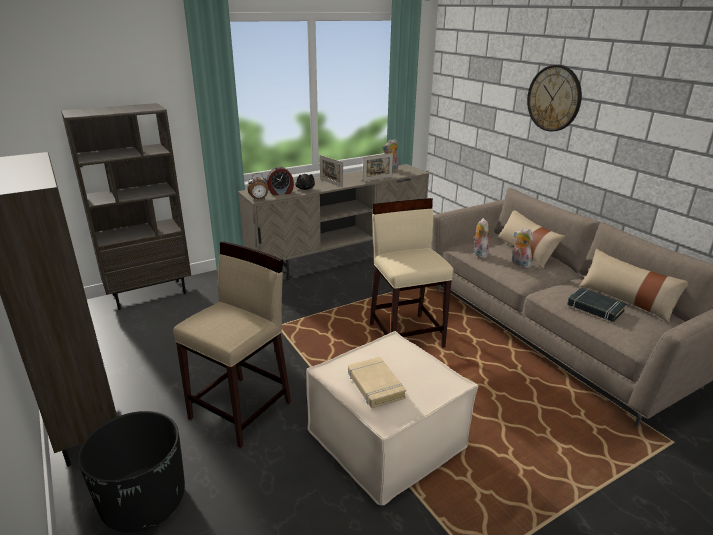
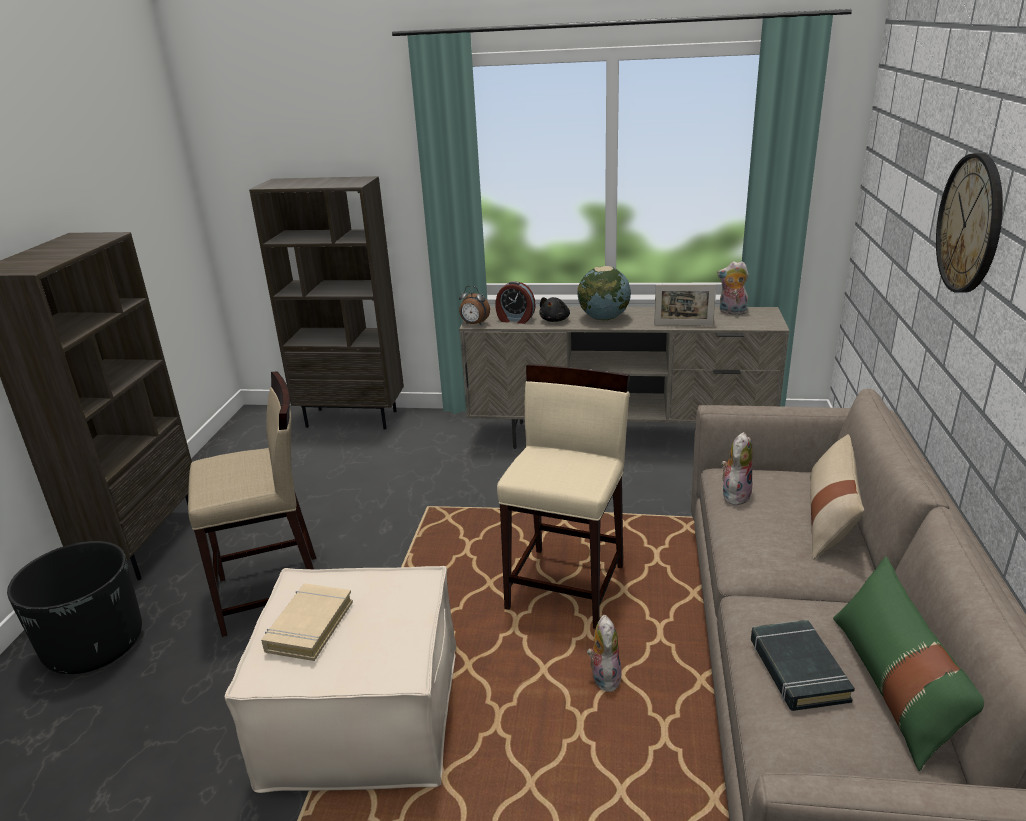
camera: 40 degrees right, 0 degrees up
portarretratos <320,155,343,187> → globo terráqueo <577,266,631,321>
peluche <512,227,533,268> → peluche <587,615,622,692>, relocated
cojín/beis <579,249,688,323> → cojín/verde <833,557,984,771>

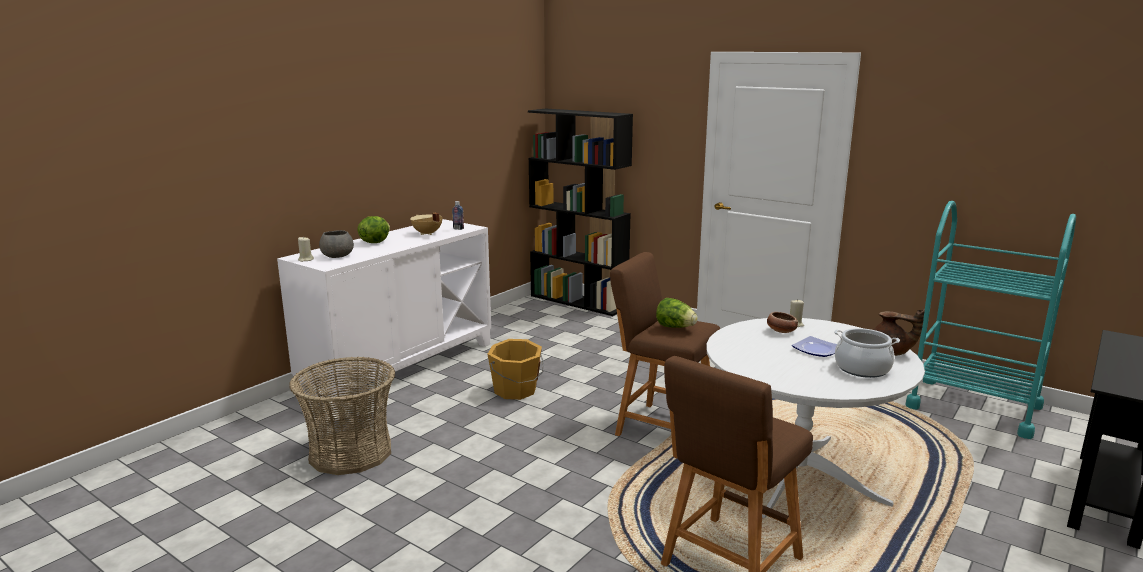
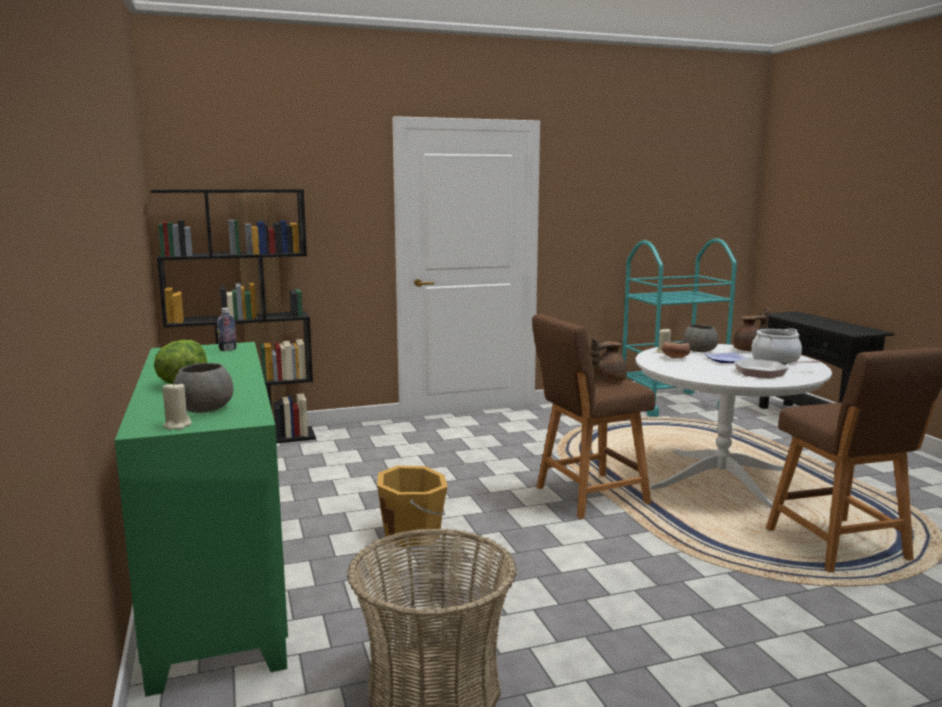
camera: 55 degrees left, 5 degrees down
armario/blanco <277,219,491,409> → armario/verde <115,342,288,697>
olla/beis <410,213,442,235> → -
lechuga <656,298,698,328> → tetera/marrón <591,338,627,382>
- → cuenco/gris <683,324,719,352>
- → sartén <734,359,820,378>

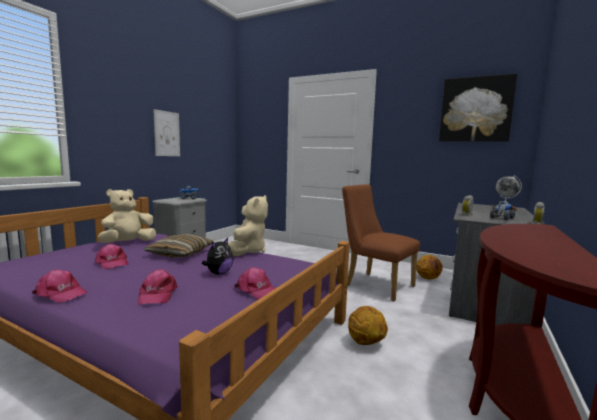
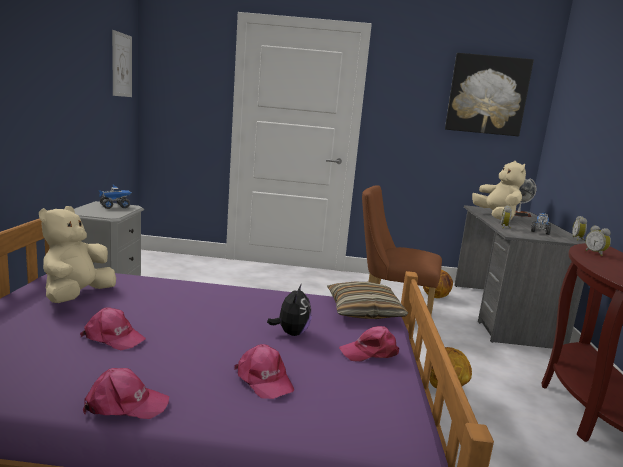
camera: 25 degrees left, 5 degrees up
cojín <143,234,213,257> → cojín <327,281,408,319>, relocated
cuadro <153,109,180,156> → cuadro <112,30,132,97>, relocated
peluche/beis <228,195,268,256> → peluche/beis <472,161,526,220>, relocated
gorra/rosa <235,267,275,299> → gorra/rosa <339,326,399,362>, 150 degrees clockwise
- → despertador <585,225,611,256>

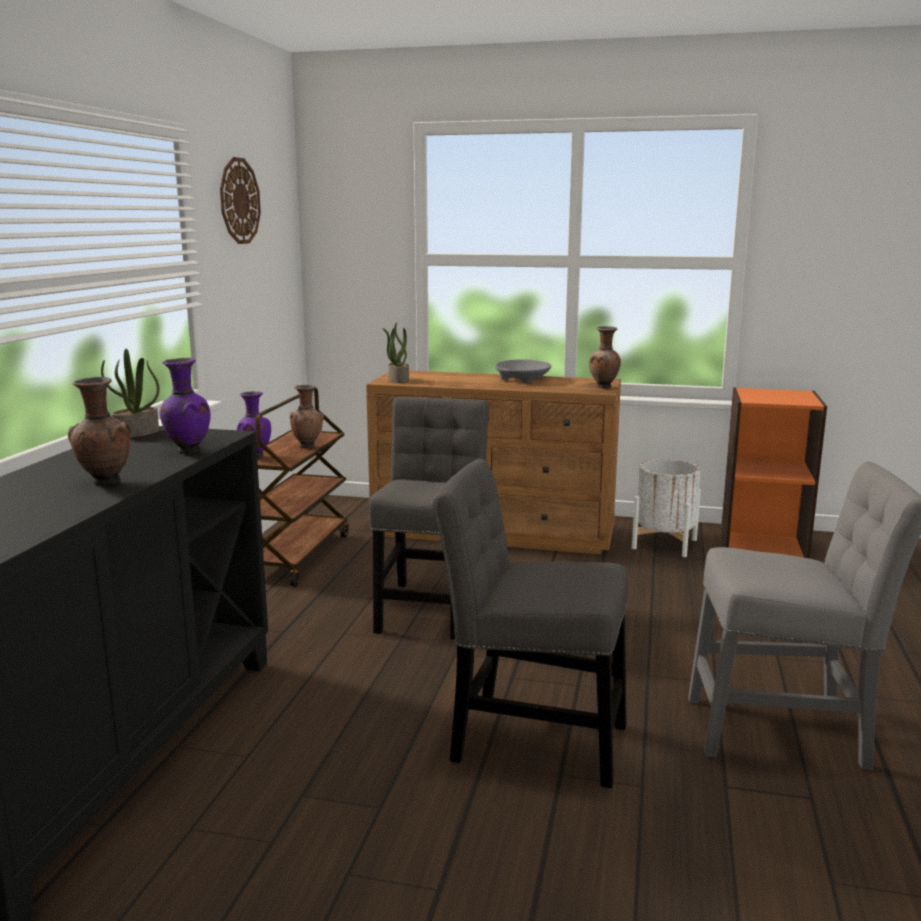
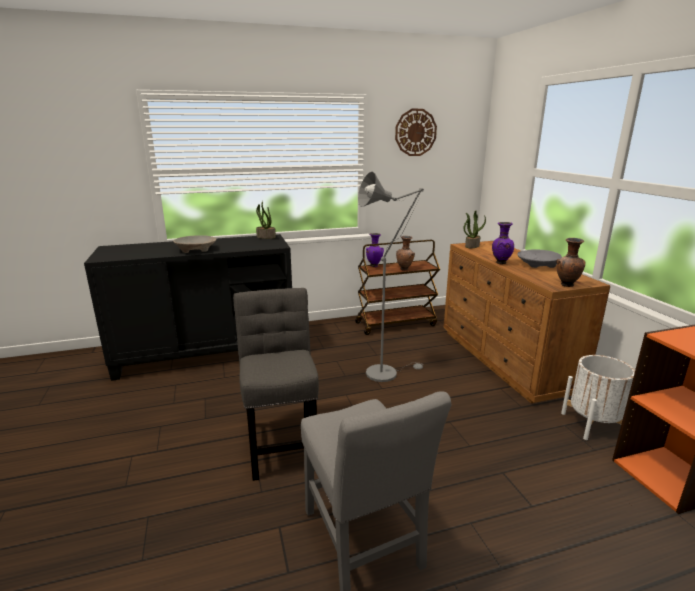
camera: 60 degrees right, 5 degrees up
florero/marrón <68,377,131,485> → cuenco/beis <173,235,216,253>
florero/morado <160,358,210,454> → florero/morado <492,222,514,264>, relocated
silla/gris <369,397,489,640> → lámpara de pie/gris <358,172,424,382>

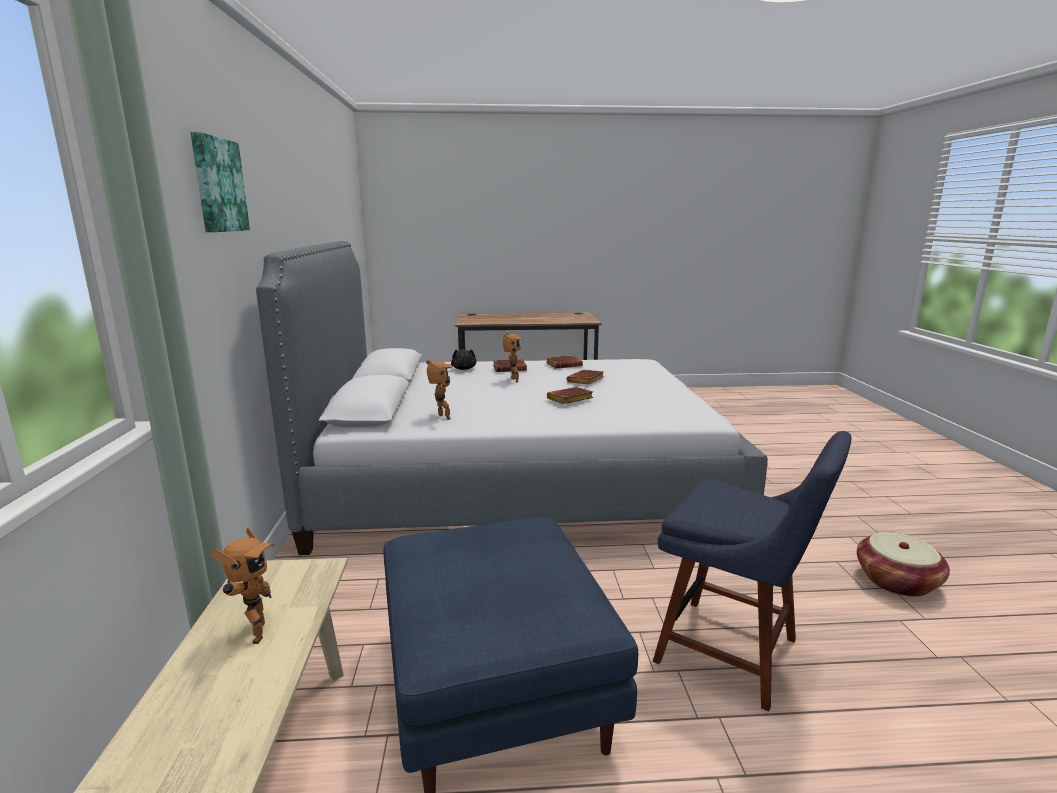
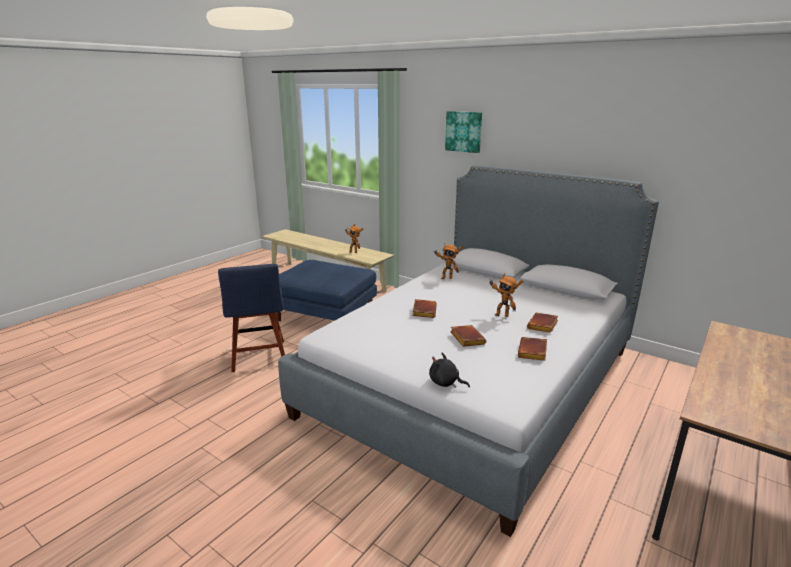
camera: 130 degrees right, 5 degrees up
peluche/negro <451,349,477,370> → peluche/negro <429,353,470,388>, relocated
silla/azul <653,431,851,712> → silla/azul <218,264,285,372>, 90 degrees counterclockwise
cesta <857,532,950,597> → -

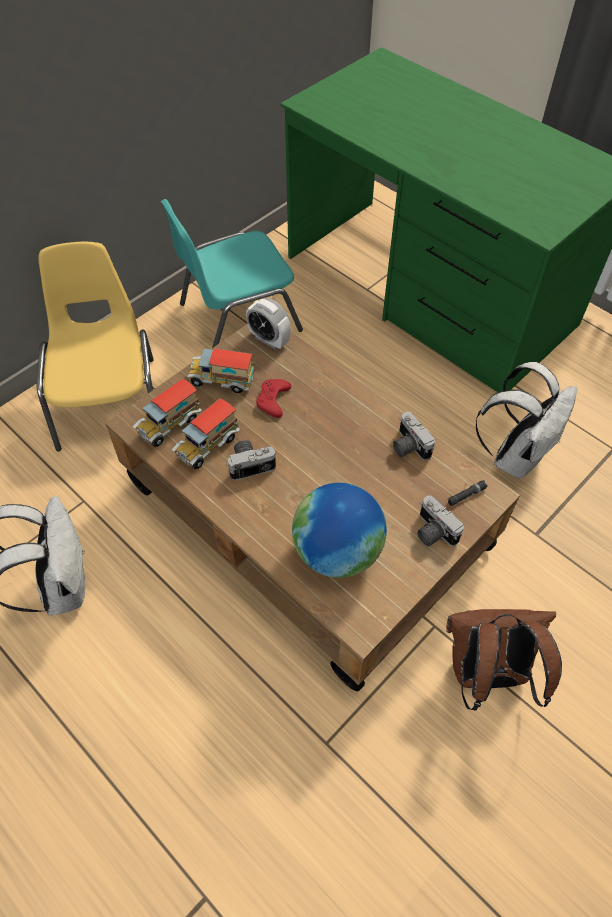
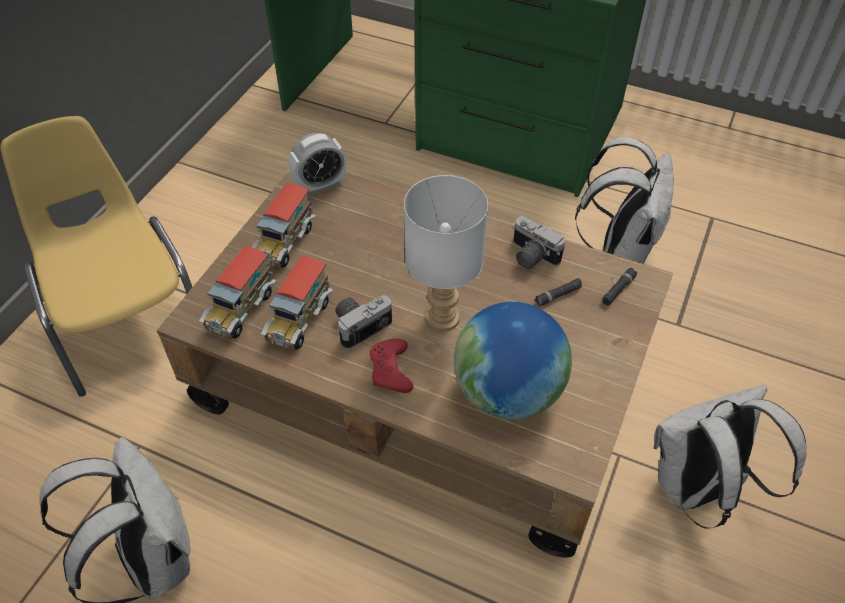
camera: 20 degrees left, 5 degrees down
silla/turquesa <161,199,303,348> → -
camión de juguete <188,348,254,393> → camión de juguete <252,183,316,268>, 60 degrees counterclockwise
despertador <246,298,291,350> → despertador <288,133,347,196>, 45 degrees counterclockwise
mando de consola/rojo <256,379,291,418> → mando de consola/rojo <370,339,413,393>, relocated
cámara <417,496,464,546> → -
mochila/marrón <446,609,562,711> → mochila/blanco <653,385,806,529>
- → lámpara de mesa/blanco <404,175,488,332>
- → linterna/negro <535,278,583,306>

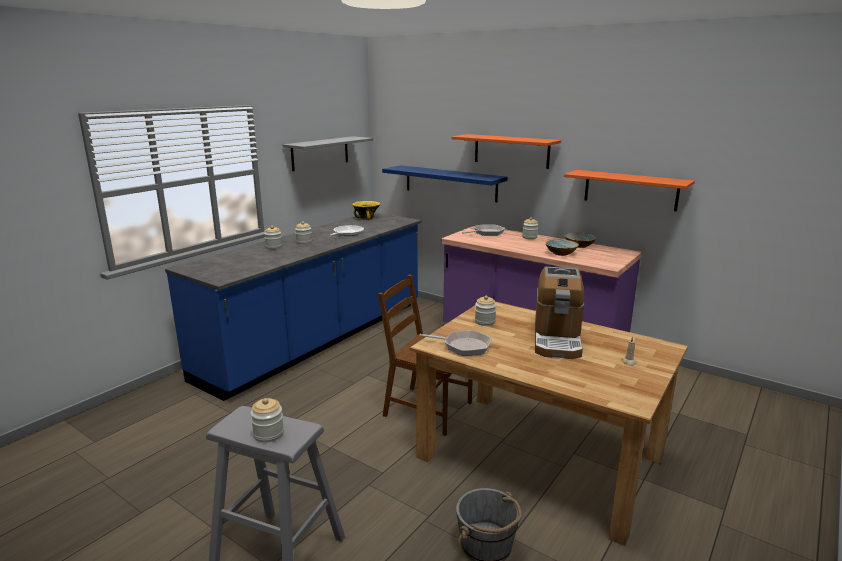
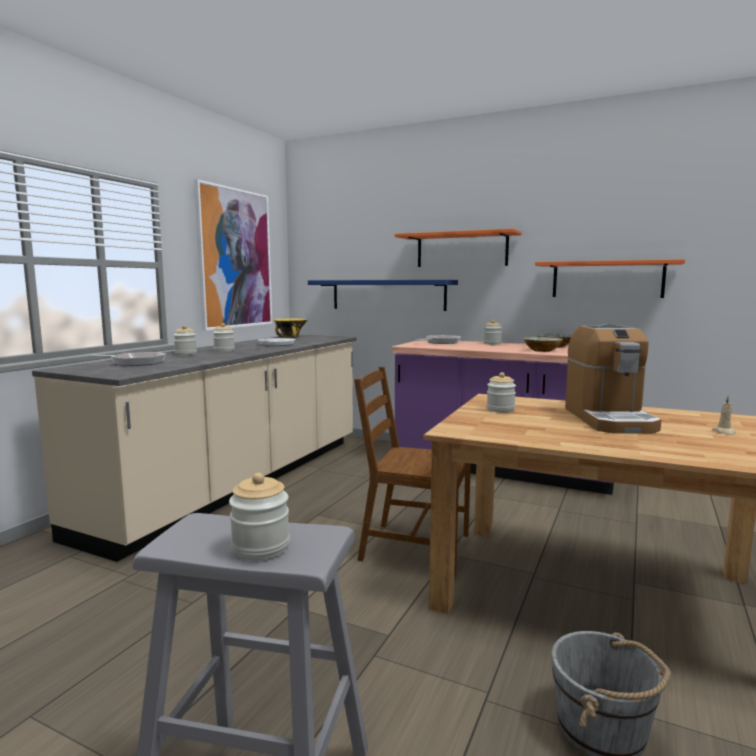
camera: 10 degrees left, 10 degrees down
mueble bajo de cocina/azul <165,212,421,401> → mueble bajo de cocina/beis <32,335,357,562>
estante/gris <283,136,373,171> → cuadro <194,179,272,331>
sartén <419,330,492,356> → sartén <89,352,166,366>, relocated

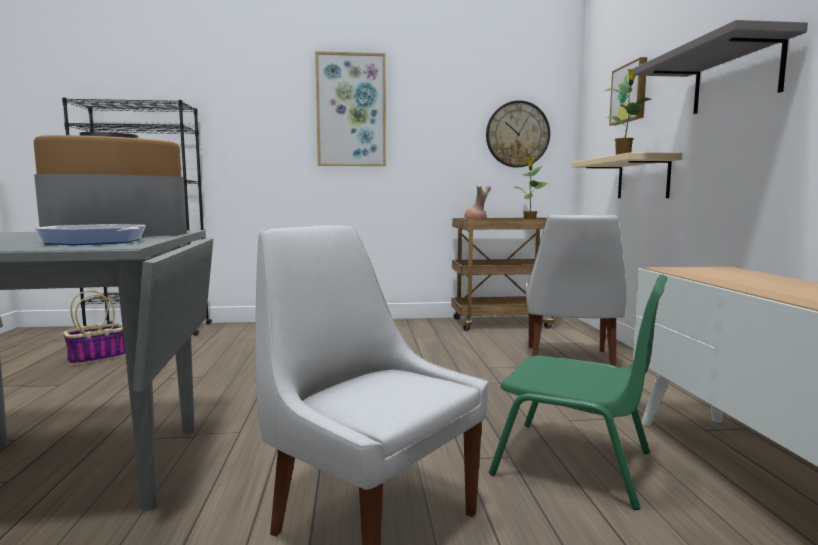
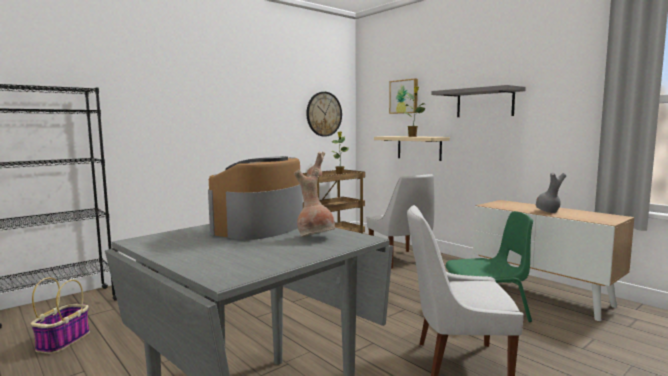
camera: 35 degrees left, 0 degrees up
sartén <35,224,146,245> → florero/marrón <294,168,335,237>
cuadro <315,51,386,166> → -
- → florero/gris <536,173,566,213>

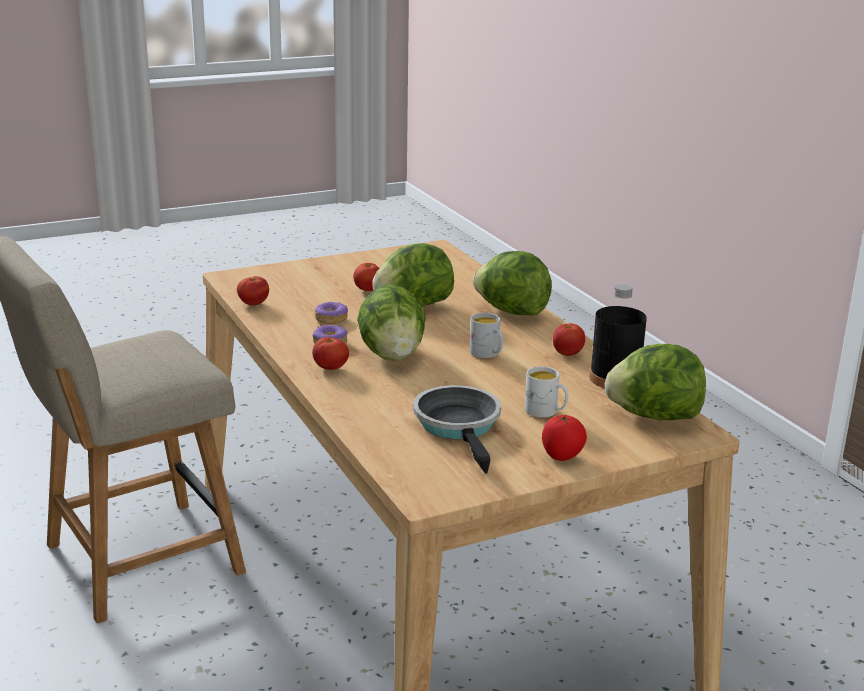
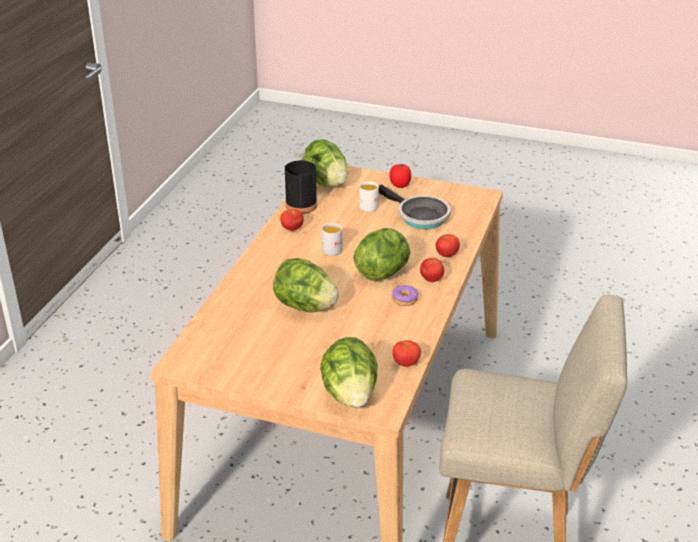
camera: 135 degrees left, 10 degrees up
rosquilla <315,302,348,324> → -
tomate <353,263,379,291> → tomate <436,234,460,257>, relocated
sartén <413,385,501,474> → sartén <379,185,450,229>, 75 degrees counterclockwise
lechuga <473,251,552,316> → lechuga <320,337,378,408>, relocated

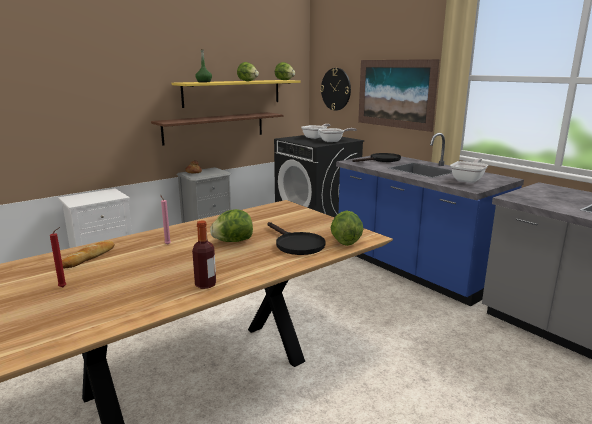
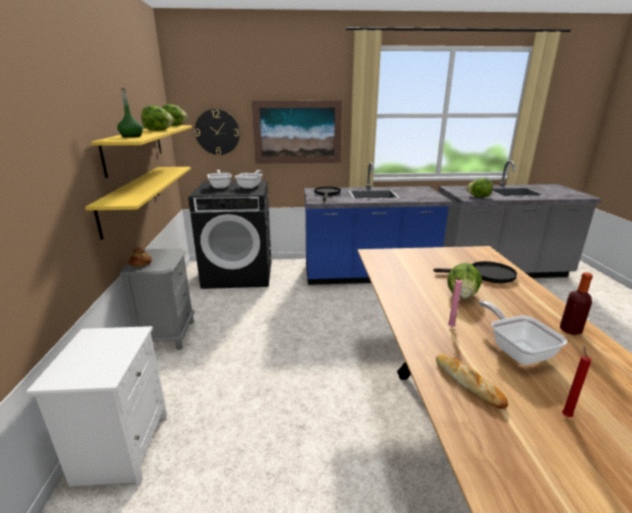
camera: 55 degrees left, 5 degrees up
estante/marrón <151,112,283,146> → estante/amarillo <85,167,191,240>
lechuga <330,210,363,246> → lechuga <466,178,493,197>, relocated
sartén <450,158,488,183> → sartén <479,301,567,365>, relocated

